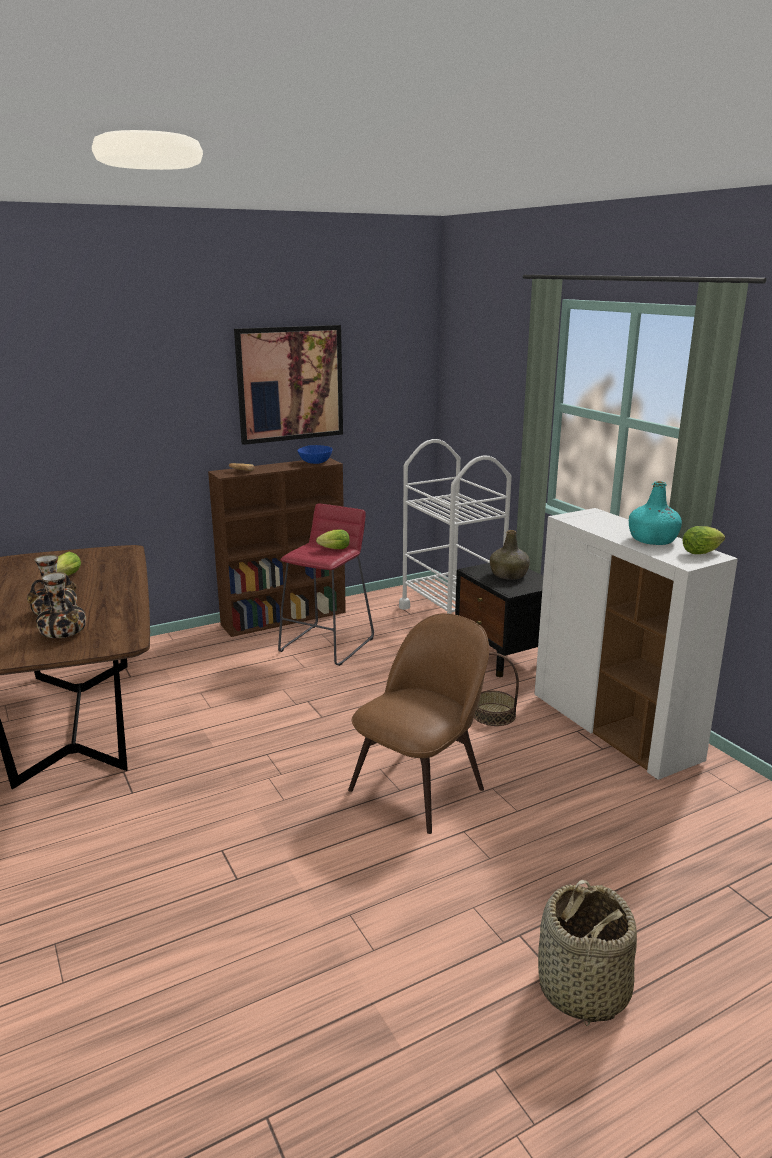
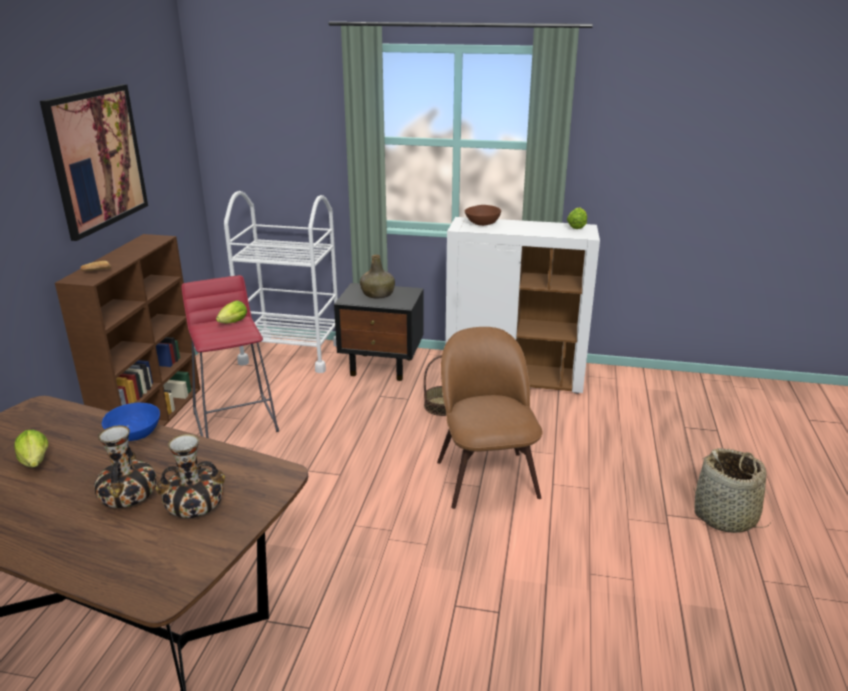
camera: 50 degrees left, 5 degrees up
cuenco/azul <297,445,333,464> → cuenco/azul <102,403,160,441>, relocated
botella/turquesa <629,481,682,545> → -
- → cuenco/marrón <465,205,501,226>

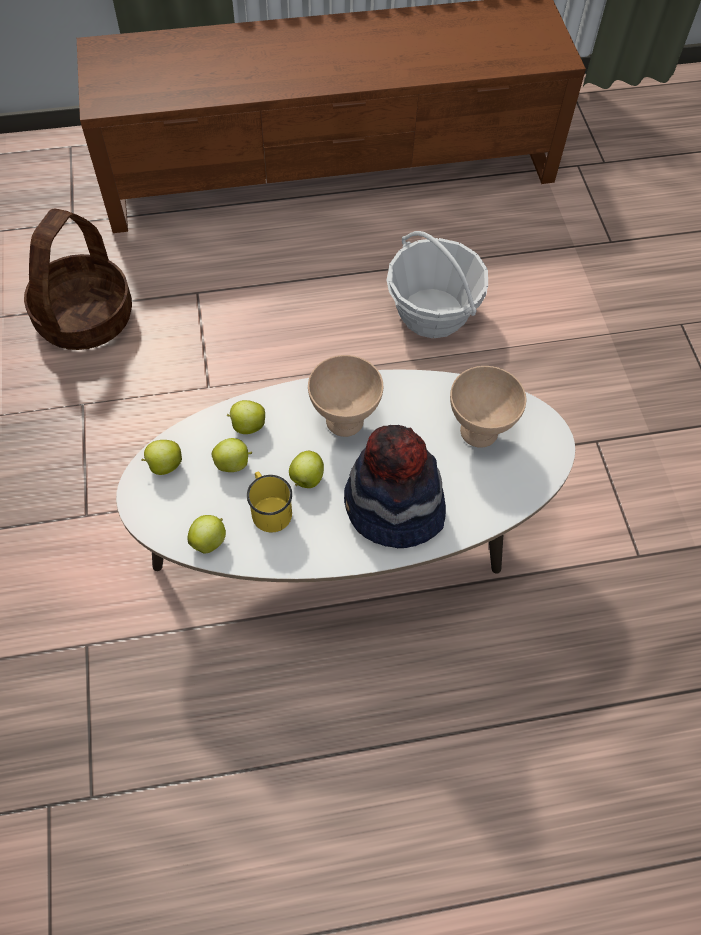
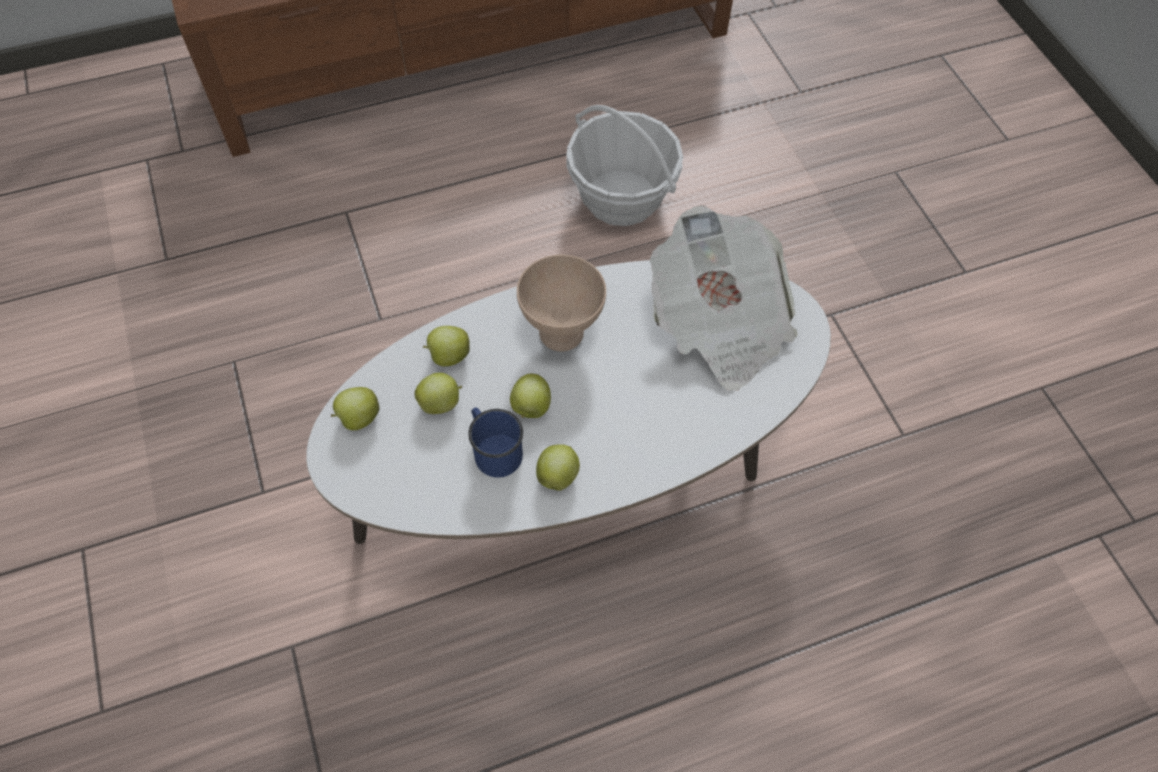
camera: 10 degrees left, 0 degrees up
cesta <24,209,132,350> → -
manzana <187,515,226,554> → manzana <536,444,580,491>, relocated
taza grande/amarillo <247,471,292,532> → taza grande/azul <468,407,523,478>
sombrero <344,425,446,548> → -
cuenco/beis <450,366,526,448> → periódico <650,205,798,391>

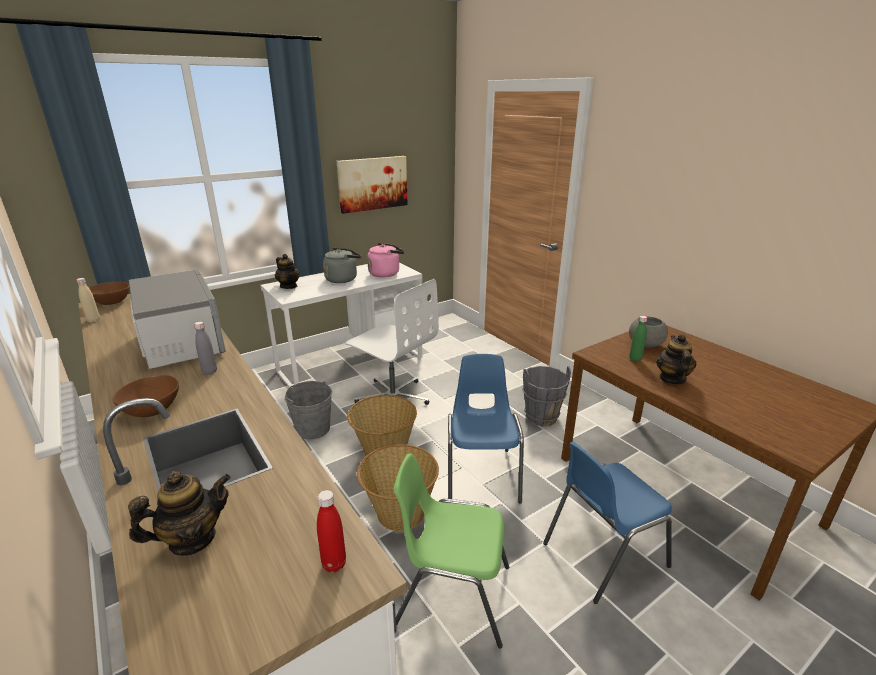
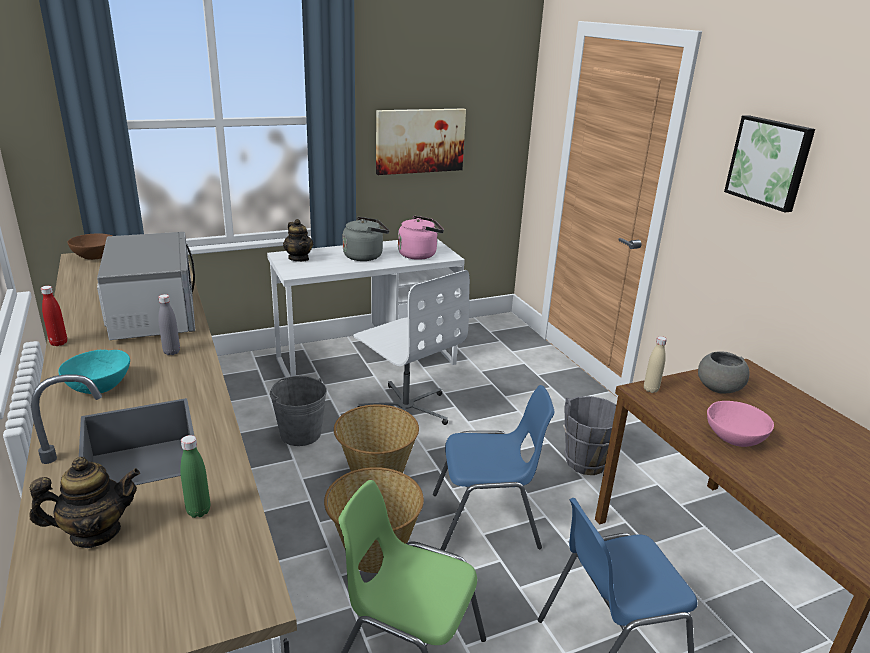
camera: 10 degrees right, 0 degrees up
botella/beis <76,278,100,322> → botella/beis <644,336,667,393>, relocated
cuenco/marrón <113,375,179,417> → cuenco/turquesa <58,350,130,394>
botella/rojo <317,490,346,572> → botella/rojo <41,286,67,346>, relocated
silla/azul <448,354,524,504> → silla/azul <433,385,554,551>, 75 degrees clockwise
botella/verde <629,316,647,361> → botella/verde <180,435,210,518>, relocated
tetera <656,334,696,385> → cuenco/rosa <707,401,774,447>
- → cuadro <724,115,815,212>

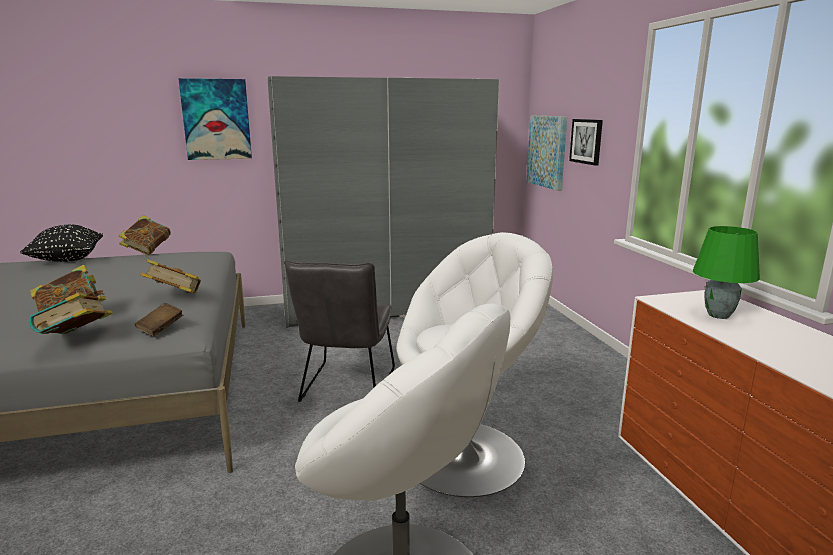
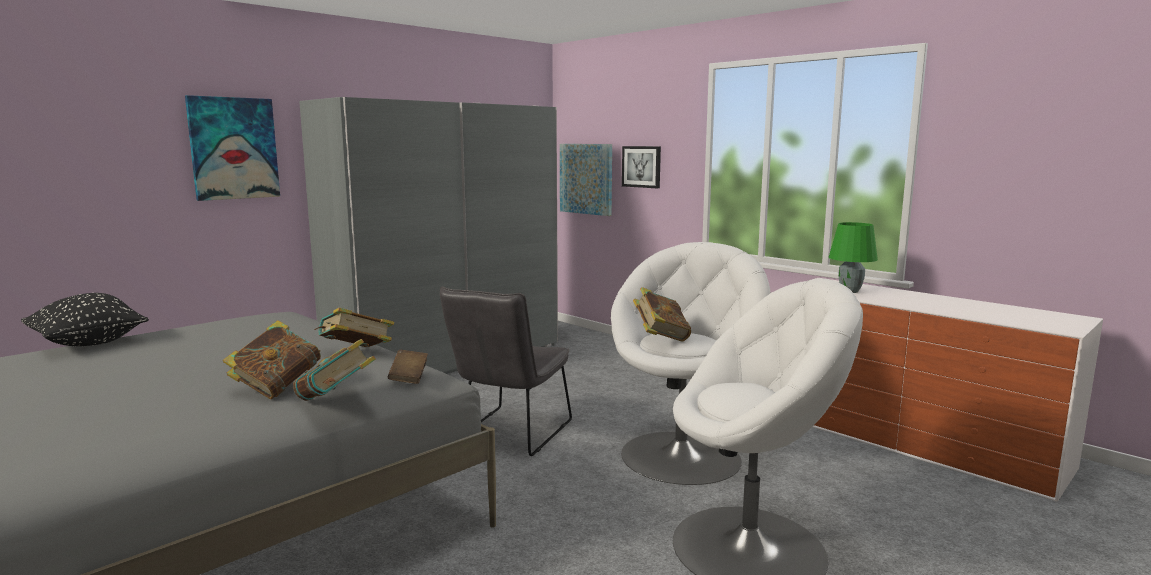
camera: 30 degrees left, 5 degrees down
libro <118,215,171,255> → libro <633,287,691,342>, relocated
silla/gris <284,260,395,402> → silla/gris <440,286,572,456>, 45 degrees clockwise

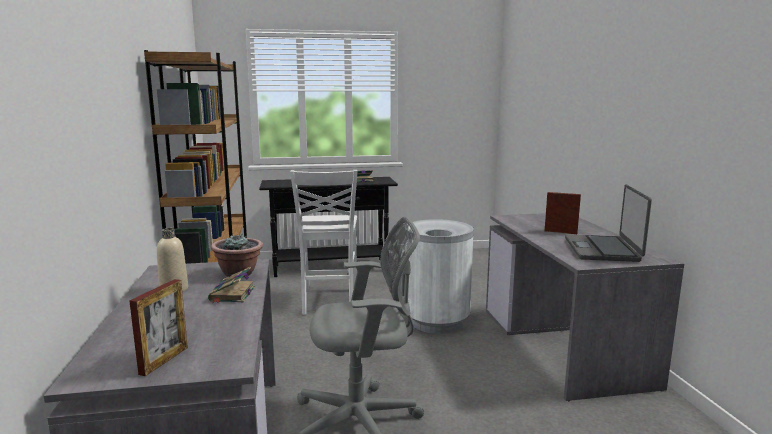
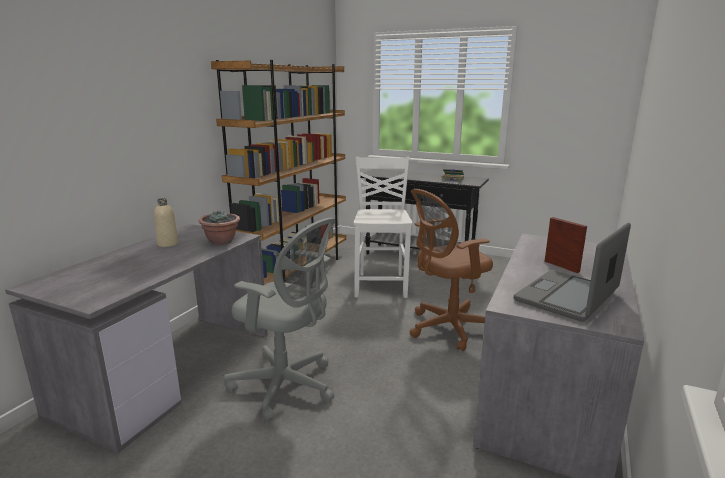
camera: 35 degrees right, 5 degrees up
portarretratos <129,279,188,376> → -
libro <208,267,255,303> → -
silla/blanco <290,170,357,315> → silla/blanco <354,157,413,298>, 150 degrees clockwise
papelera/blanco <405,219,474,334> → silla de oficina/marrón <410,189,493,351>

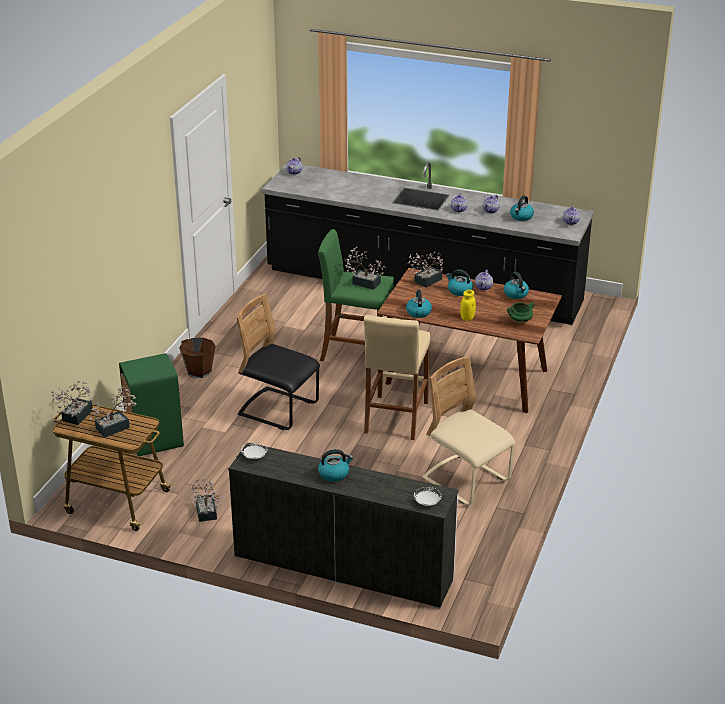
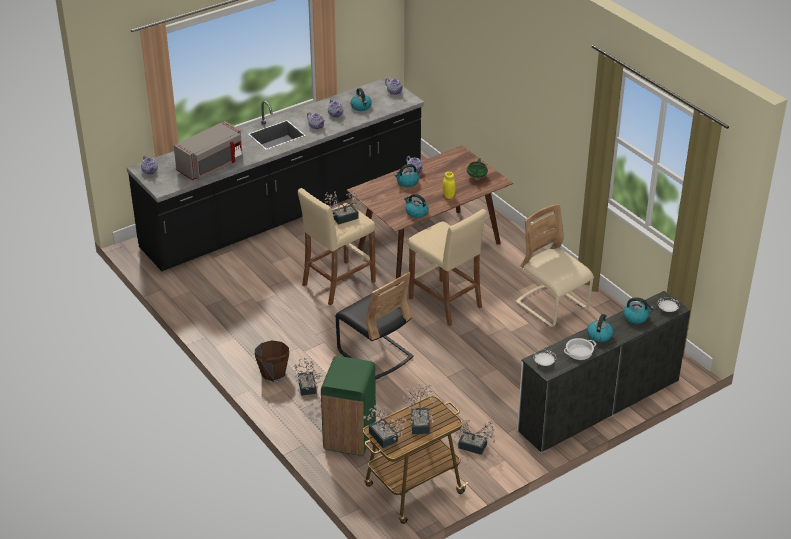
camera: 55 degrees left, 5 degrees up
silla/negro <237,294,320,430> → silla/negro <335,272,414,380>, 105 degrees counterclockwise
taburete/verde <318,229,394,361> → taburete/beis <298,188,376,305>
planta en maceta <408,252,443,288> → planta en maceta <294,358,323,396>, relocated
silla/beis <422,356,516,505> → silla/beis <516,204,594,327>, 60 degrees clockwise
hervidor <504,272,529,299> → hervidor <623,297,654,324>, relocated
- → microondas/gris <174,121,243,180>
- → olla <564,338,596,360>

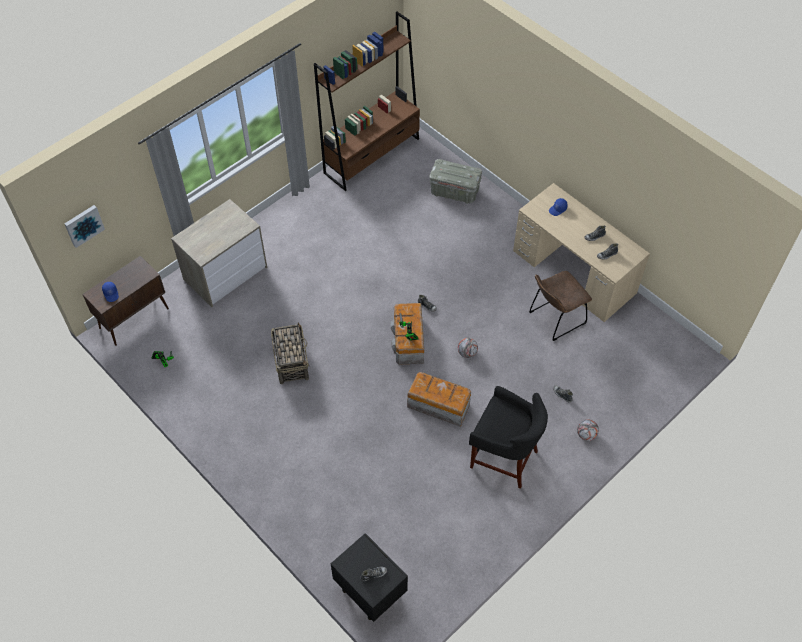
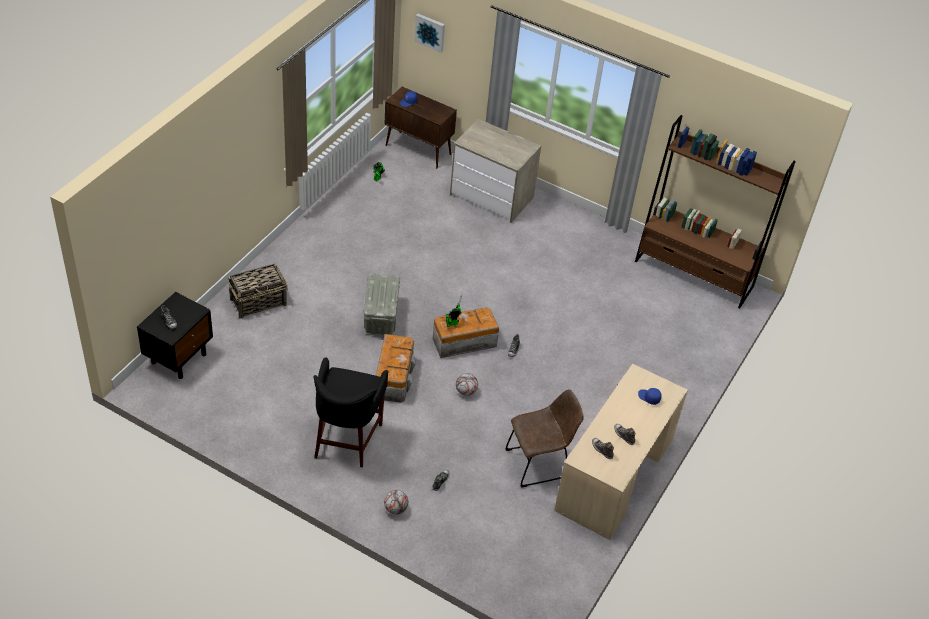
camera: 70 degrees right, 10 degrees down
cesta <271,322,309,384> → cesta <227,264,288,319>, relocated
caja de almacenaje/gris <429,159,482,204> → caja de almacenaje/gris <364,274,400,335>, relocated
silla/marrón <529,271,592,341> → silla/marrón <506,389,584,487>, 120 degrees clockwise

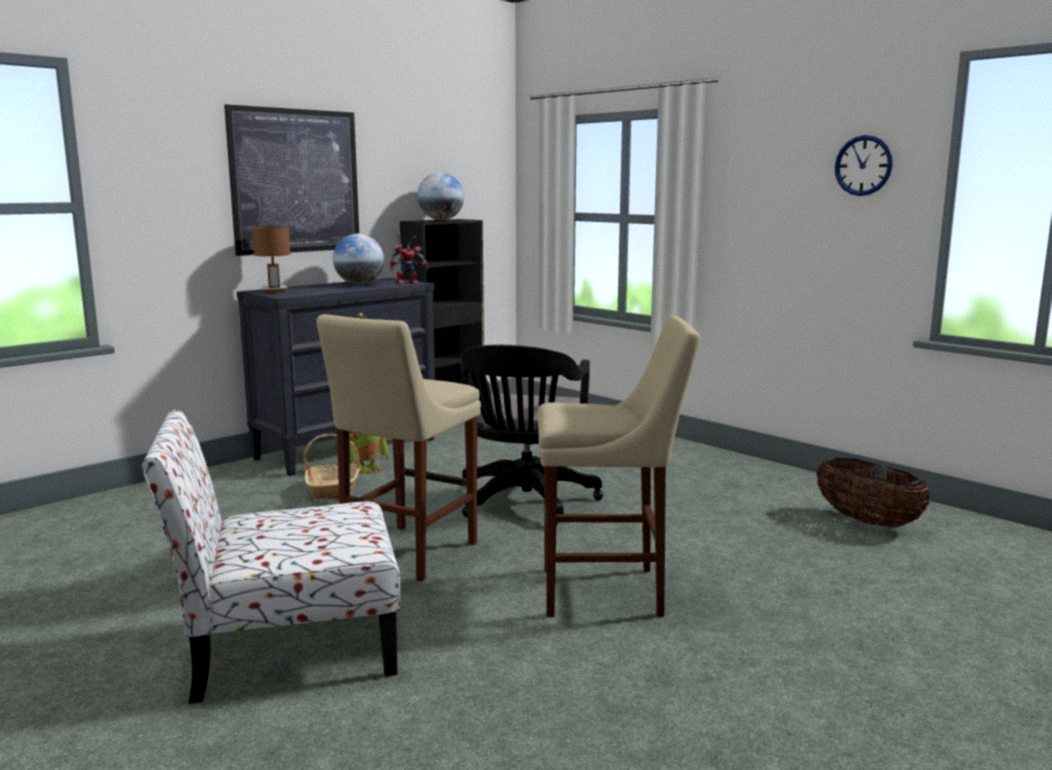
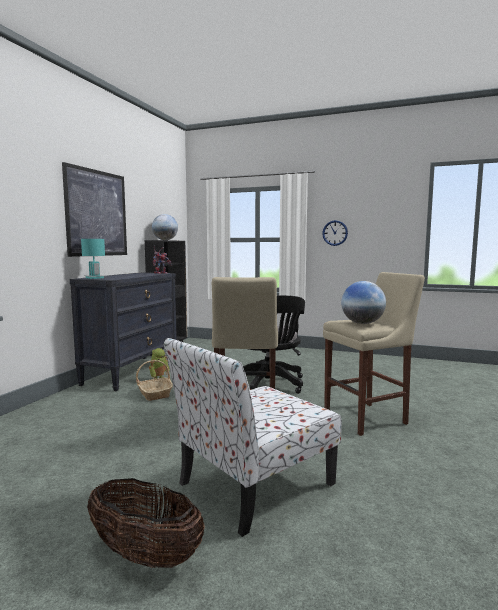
camera: 25 degrees left, 5 degrees down
lámpara de mesa/marrón <252,227,290,293> → lámpara de mesa/turquesa <81,239,105,279>
globo terráqueo <333,234,384,285> → globo terráqueo <341,281,386,324>, relocated
cesta <816,458,930,528> → cesta <87,478,205,568>, relocated
reloj de pared <835,135,893,196> → reloj de pared <322,220,348,246>, relocated

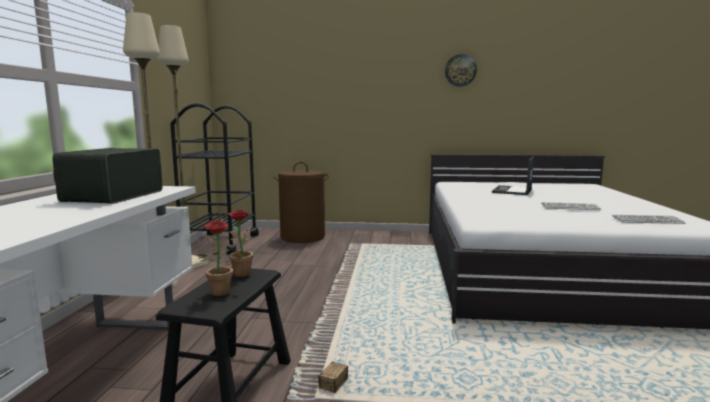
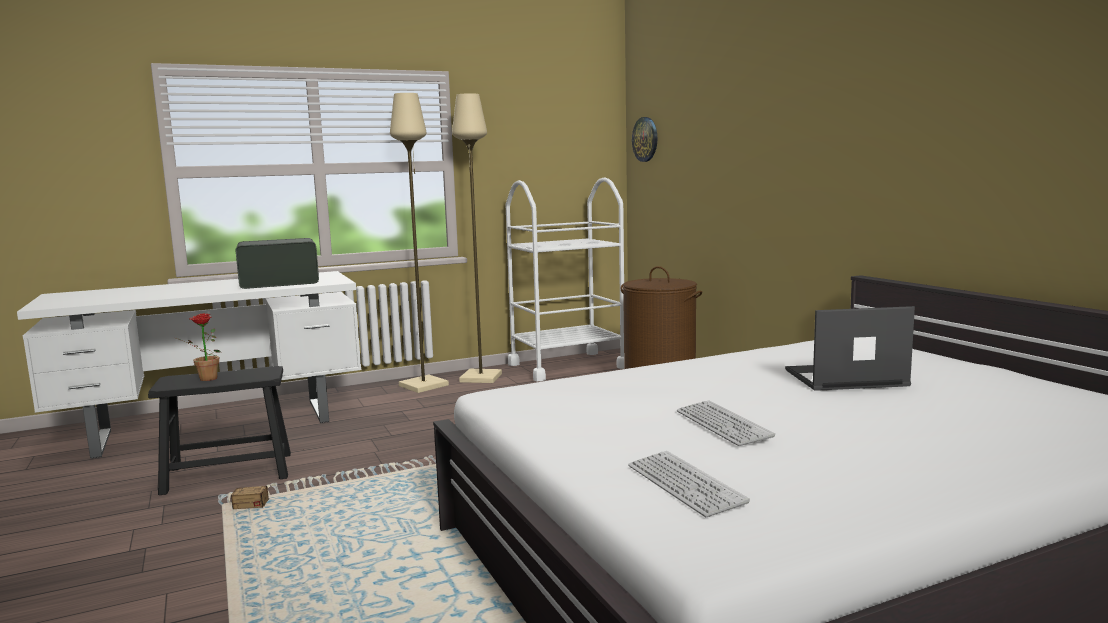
camera: 60 degrees right, 0 degrees up
carrito/negro <170,103,259,255> → carrito/blanco <506,177,624,381>
planta en maceta <223,210,255,277> → -
reloj de pared <445,54,477,87> → reloj de pared <632,117,657,162>, relocated

